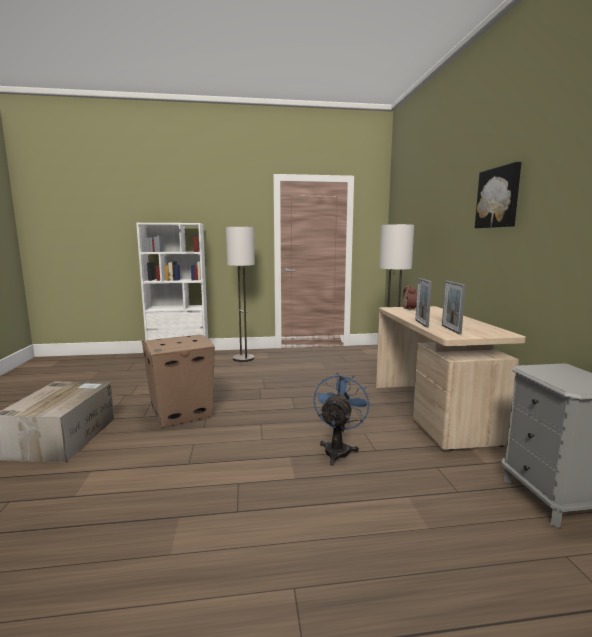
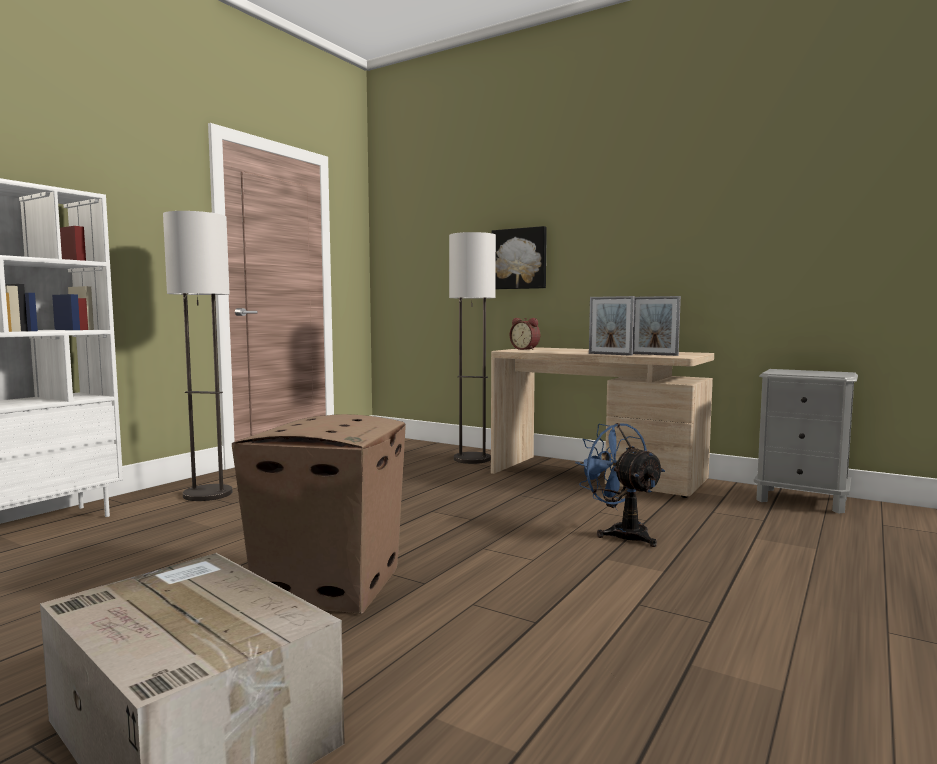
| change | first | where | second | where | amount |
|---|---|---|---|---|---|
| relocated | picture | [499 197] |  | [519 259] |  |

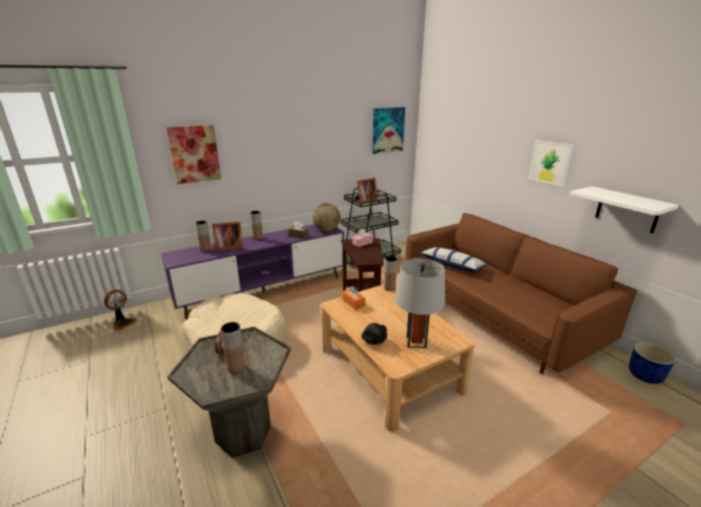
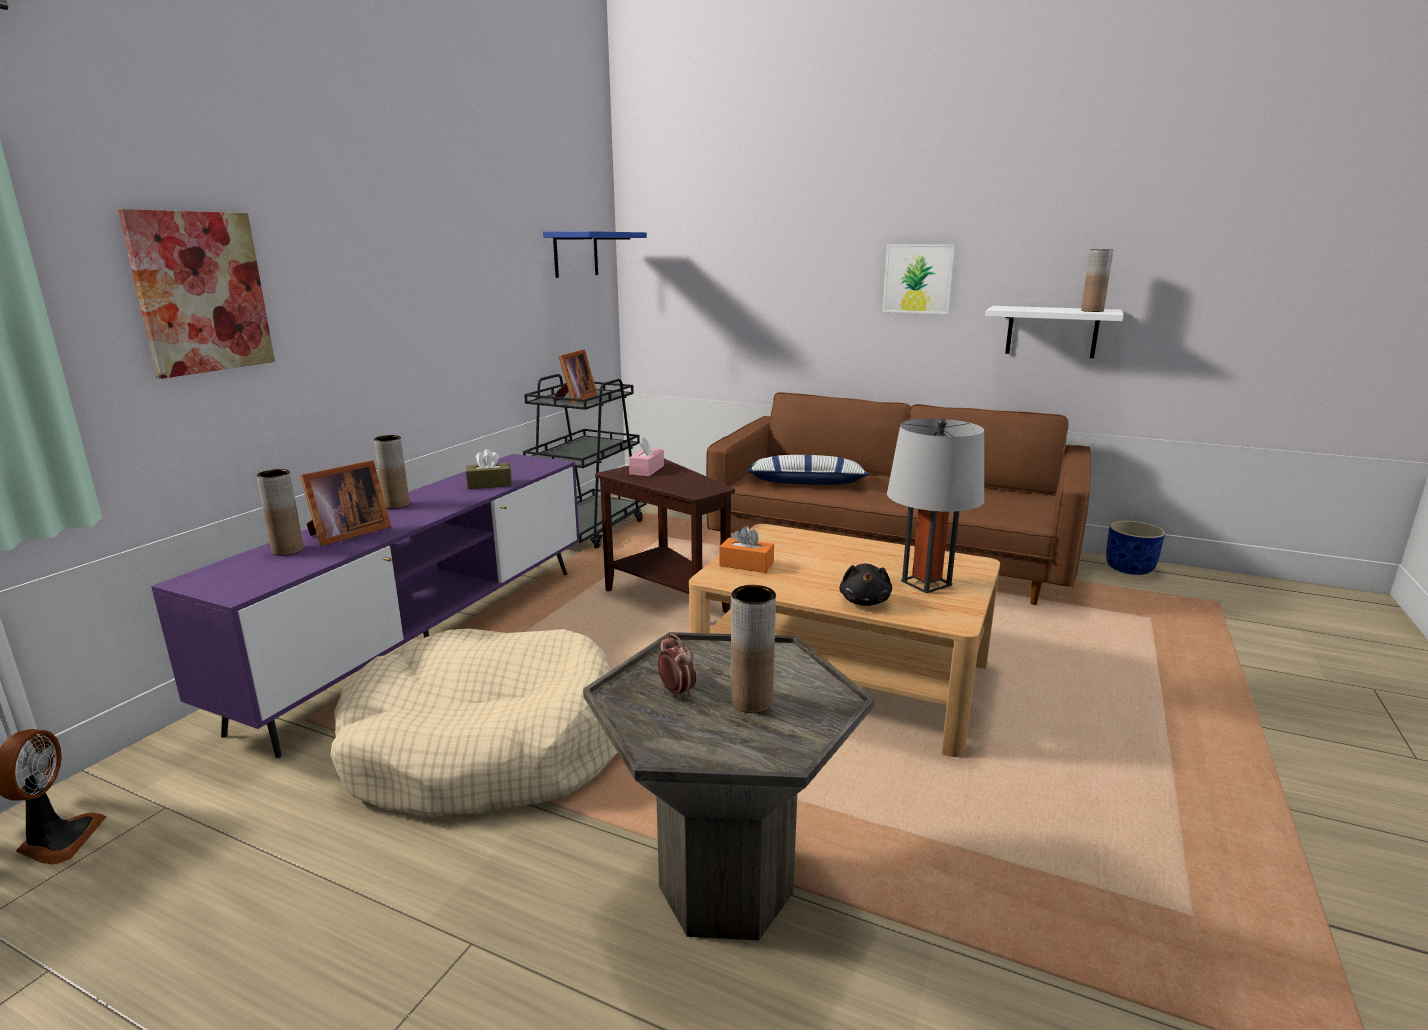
| change | first | where | second | where | amount |
|---|---|---|---|---|---|
| exchanged | picture | [387 130] | shelf/blue | [575 254] |  |
| missing | globe | [327 230] |  |  |  |
| relocated | vase/brown | [389 288] |  | [1092 311] |  |
| spun | plush toy/black | [374 340] |  | [865 601] | 60 degrees clockwise |

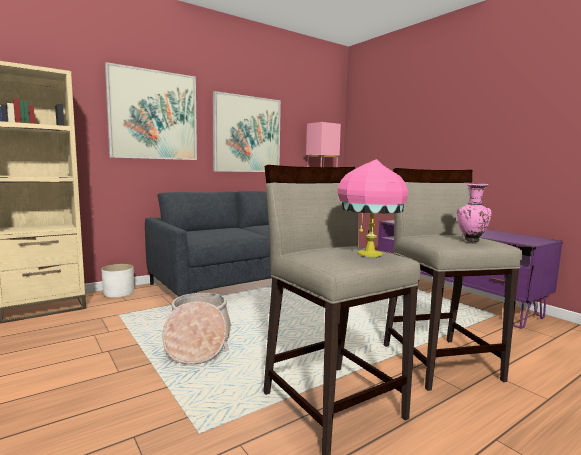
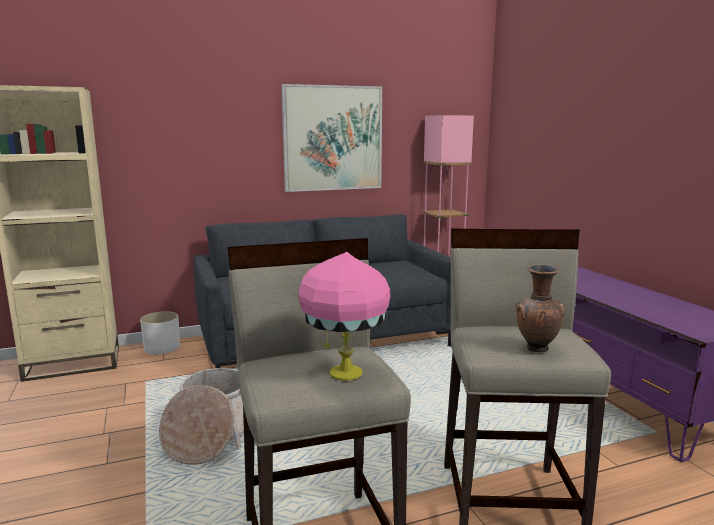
| change | first | where | second | where | amount |
|---|---|---|---|---|---|
| missing | picture | [153 115] |  |  |  |
| colour | vase/pink | [471 241] | vase/brown | [536 349] |  |

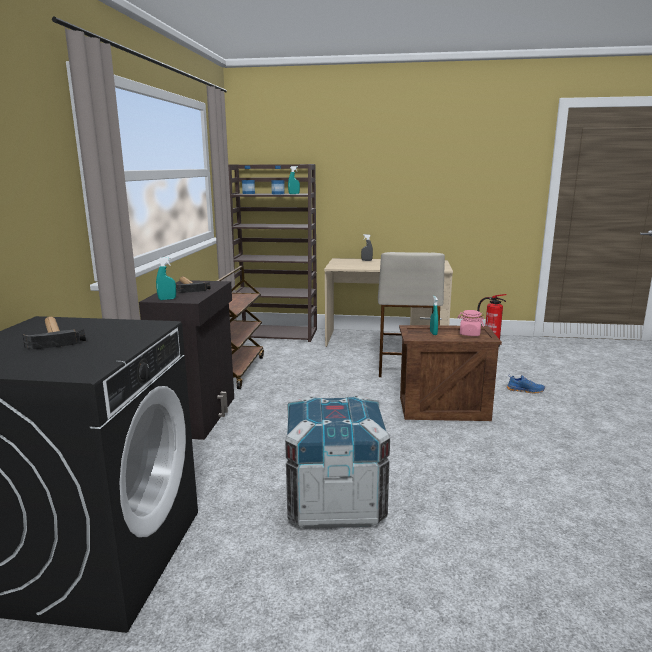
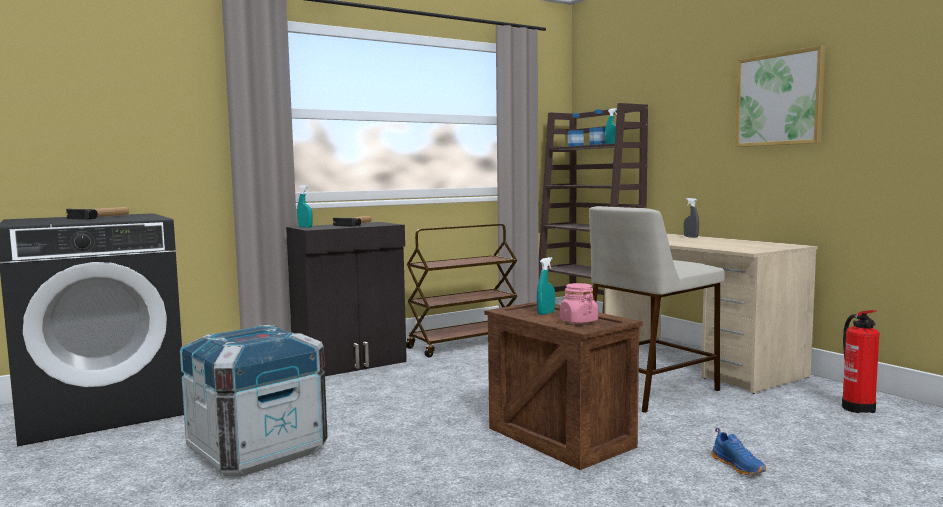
| change | first | where | second | where | amount |
|---|---|---|---|---|---|
| appeared |  |  | picture | [779 99] |  |

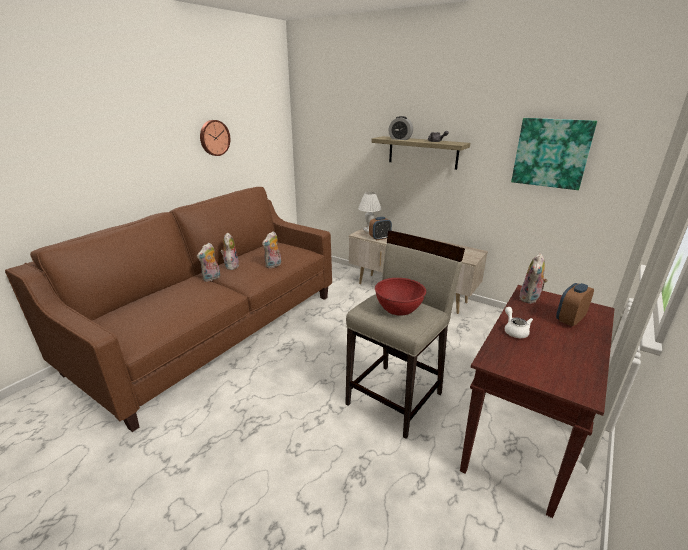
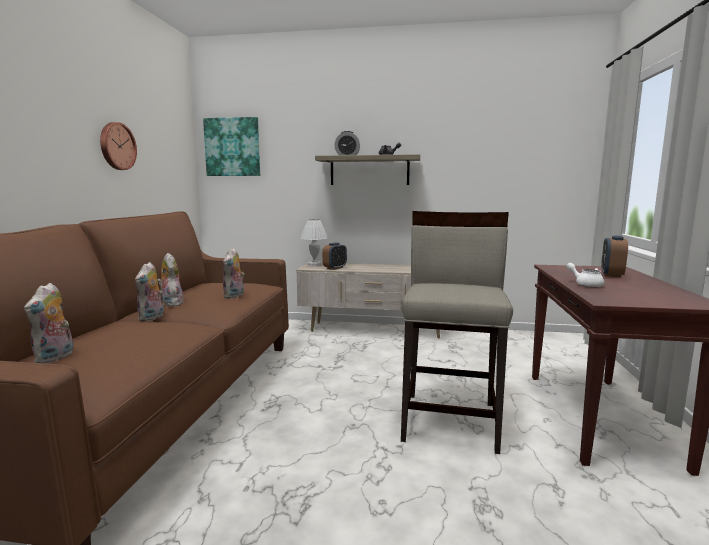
| change | first | where | second | where | amount |
|---|---|---|---|---|---|
| relocated | picture | [551 153] |  | [232 147] |  |
| relocated | plush toy | [530 299] |  | [55 358] |  |
| missing | bowl/red | [398 308] |  |  |  |

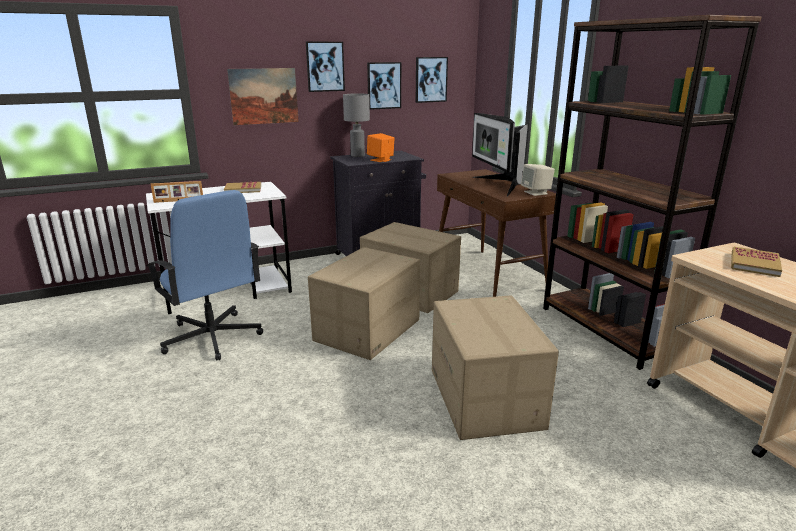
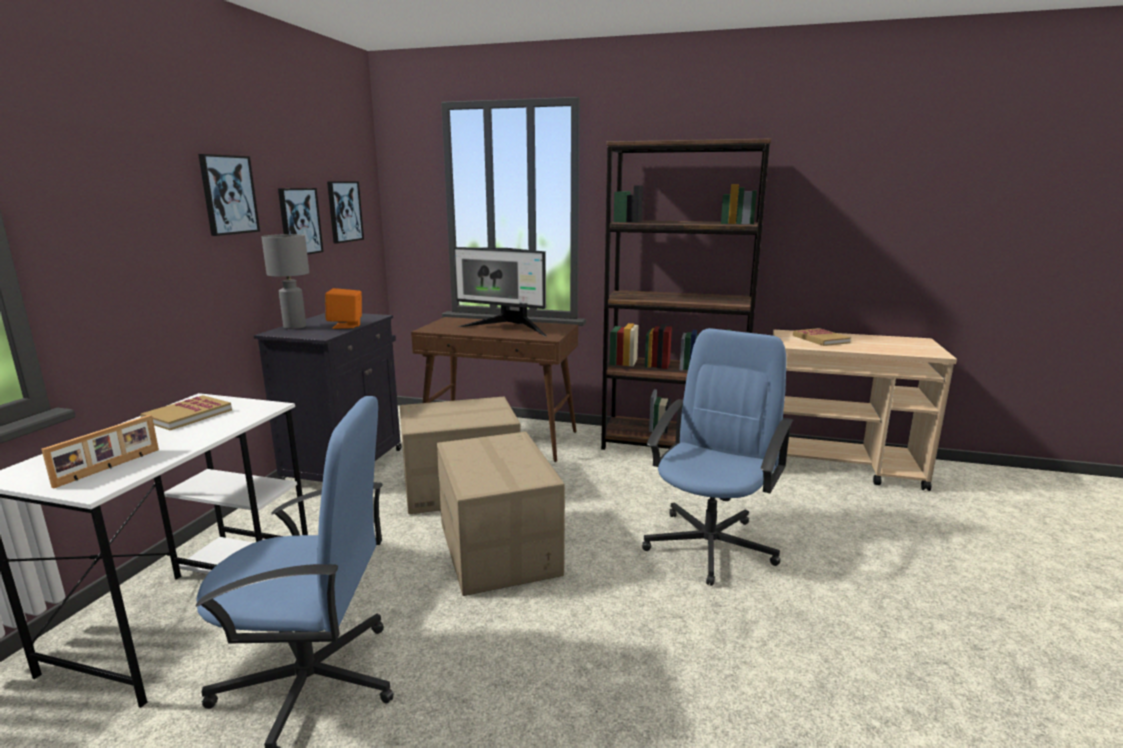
| change | first | where | second | where | amount |
|---|---|---|---|---|---|
| missing | picture | [264 96] |  |  |  |
| missing | speaker/beige | [536 193] |  |  |  |
| exchanged | cardboard box | [486 398] | office chair/blue | [710 545] |  |

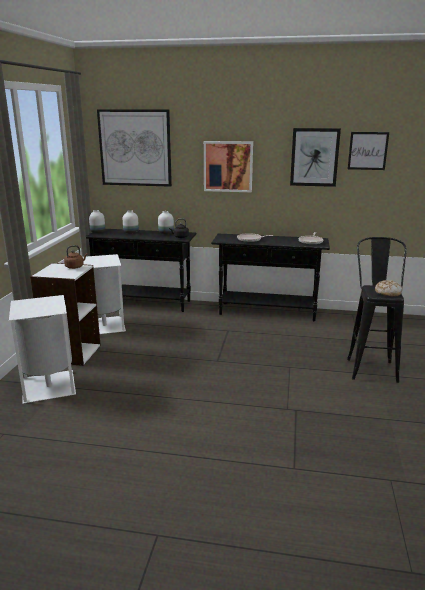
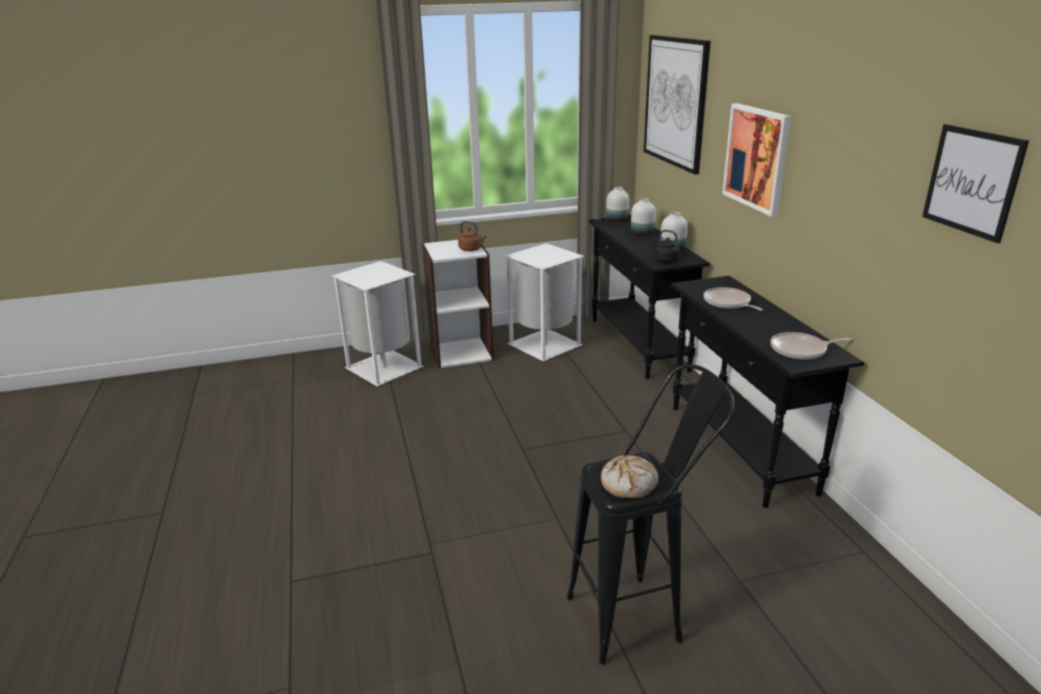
| change | first | where | second | where | amount |
|---|---|---|---|---|---|
| missing | picture | [314 157] |  |  |  |

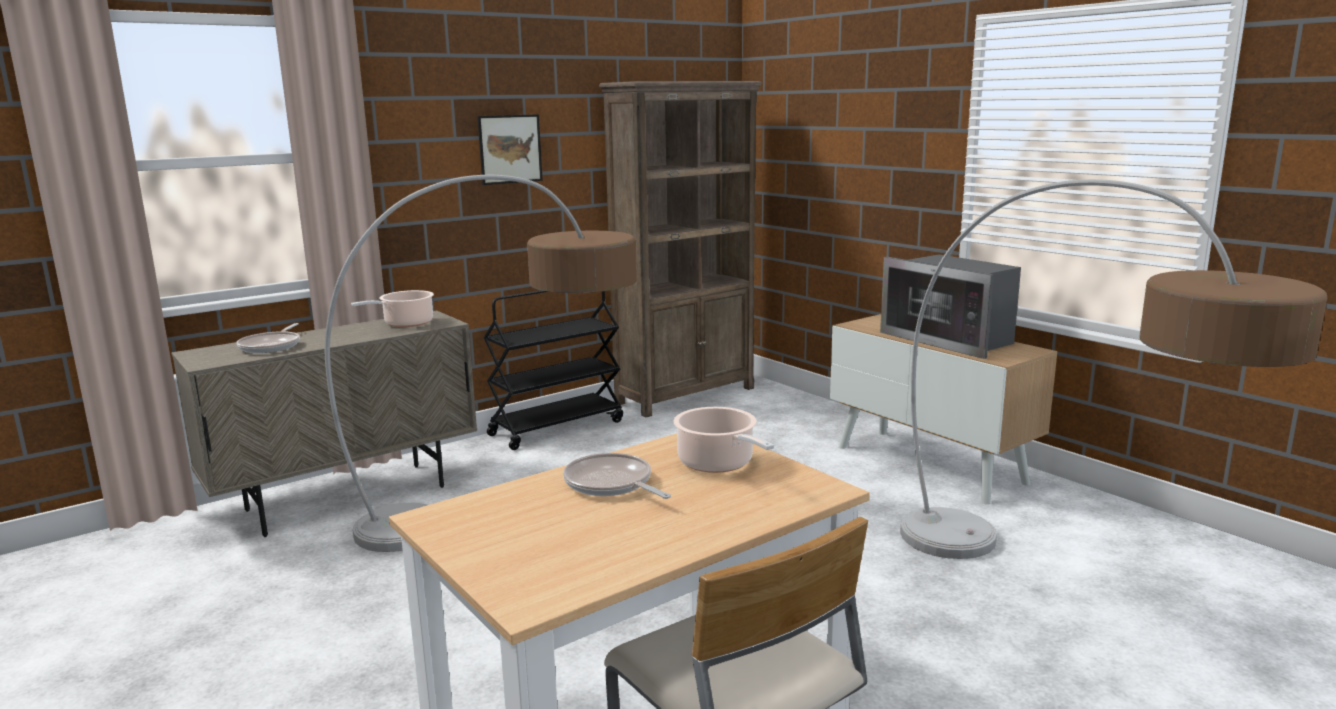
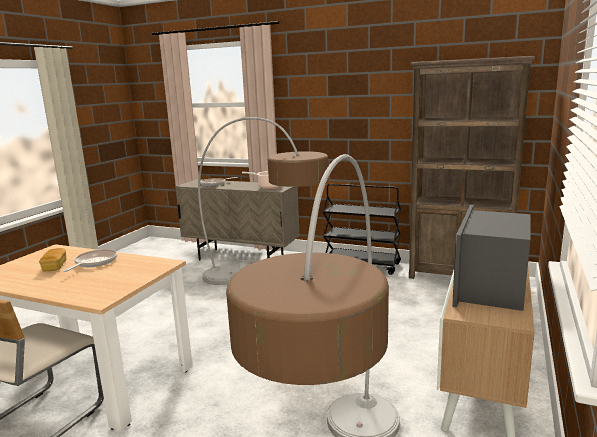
| change | first | where | second | where | amount |
|---|---|---|---|---|---|
| missing | picture | [510 149] |  |  |  |
| missing | cooking pot | [718 464] |  |  |  |
| appeared |  |  | bread | [55 267] |  |

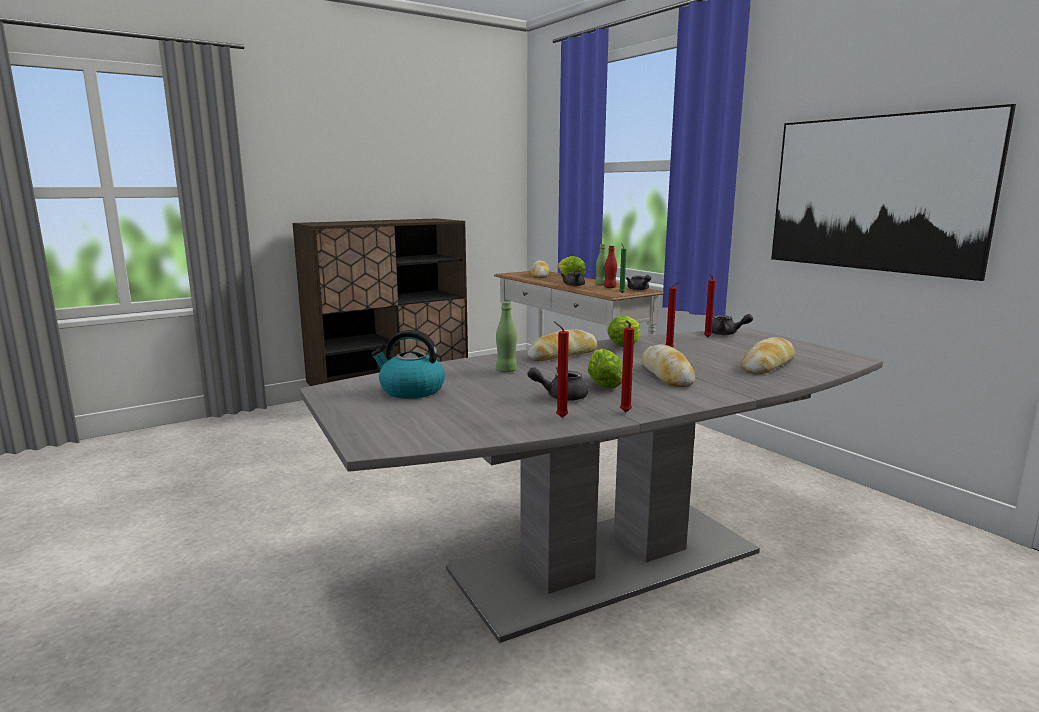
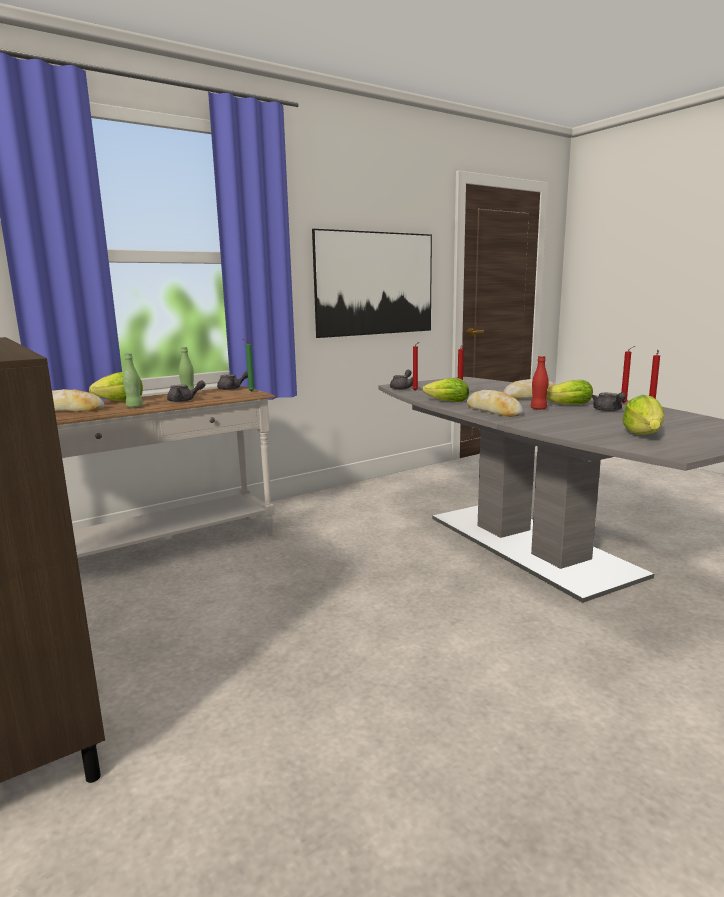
| change | first | where | second | where | amount |
|---|---|---|---|---|---|
| relocated | bottle/red | [610 287] |  | [538 409] |  |
| relocated | bottle/green | [506 370] |  | [134 407] |  |
| exchanged | kettle | [411 390] | lettuce | [643 435] |  |
| missing | bread | [767 365] |  |  |  |

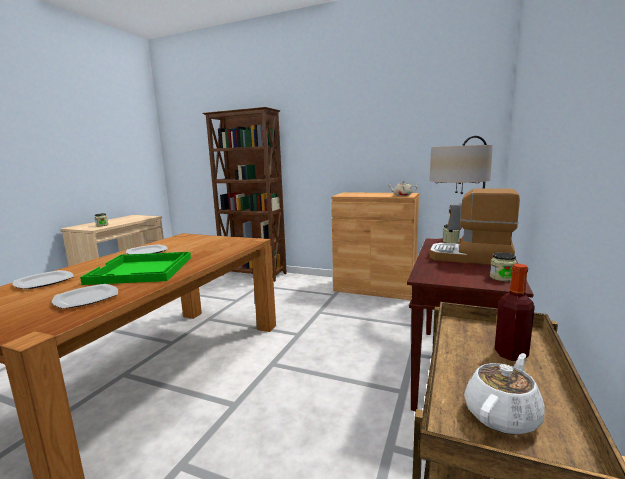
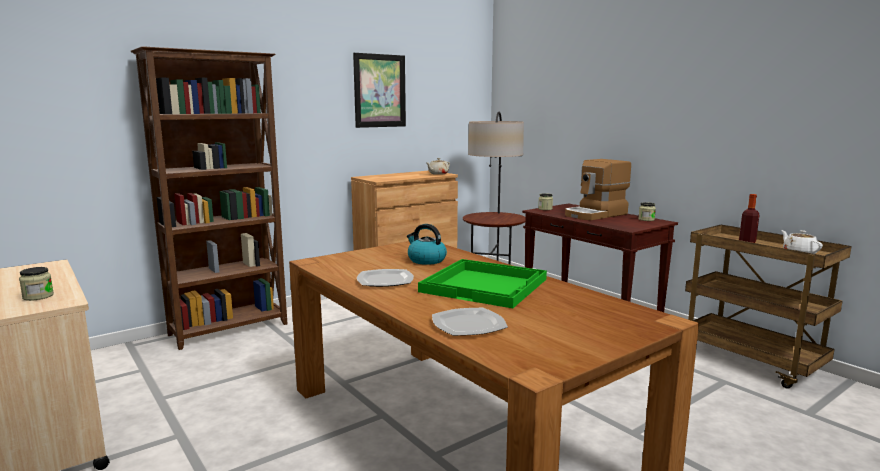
| change | first | where | second | where | amount |
|---|---|---|---|---|---|
| missing | plate | [86 298] |  |  |  |
| appeared |  |  | picture | [380 91] |  |
| appeared |  |  | kettle | [426 260] |  |

